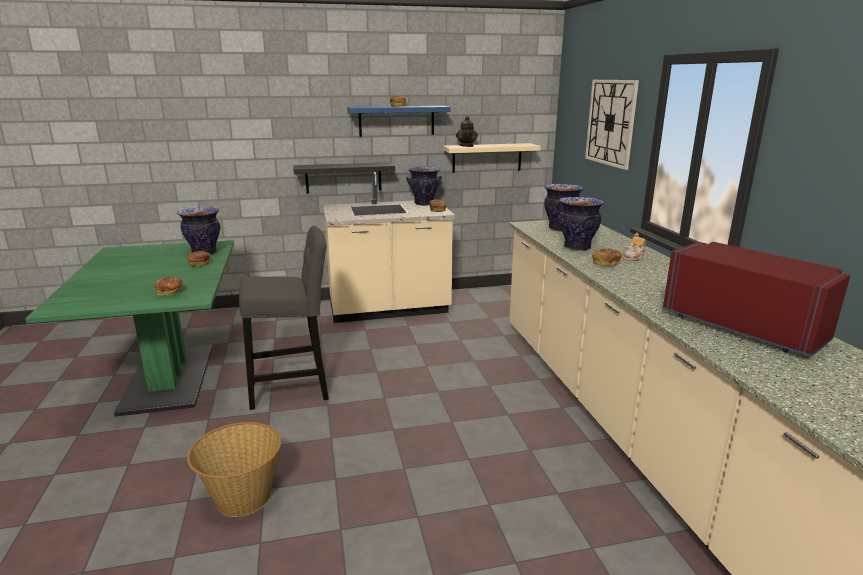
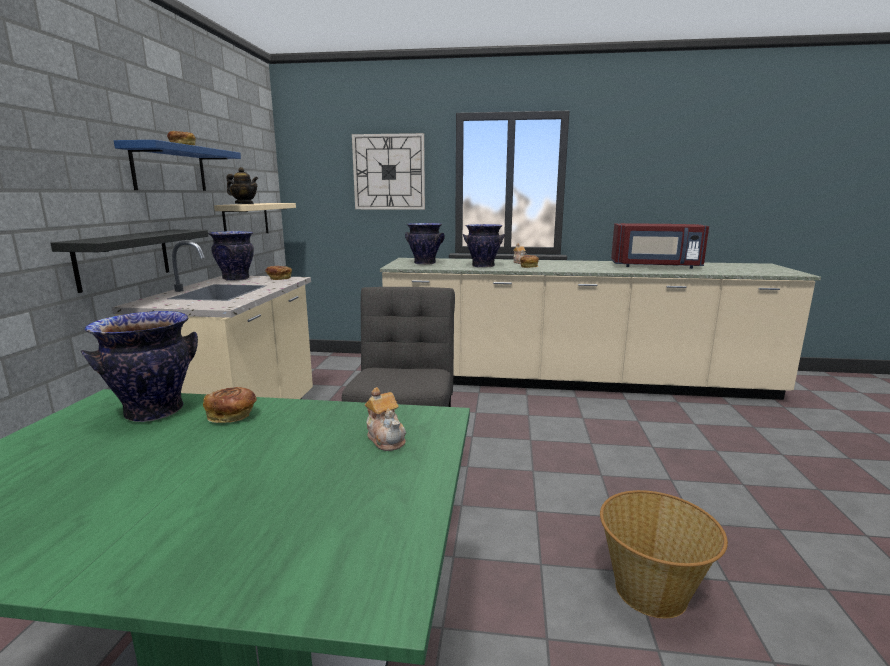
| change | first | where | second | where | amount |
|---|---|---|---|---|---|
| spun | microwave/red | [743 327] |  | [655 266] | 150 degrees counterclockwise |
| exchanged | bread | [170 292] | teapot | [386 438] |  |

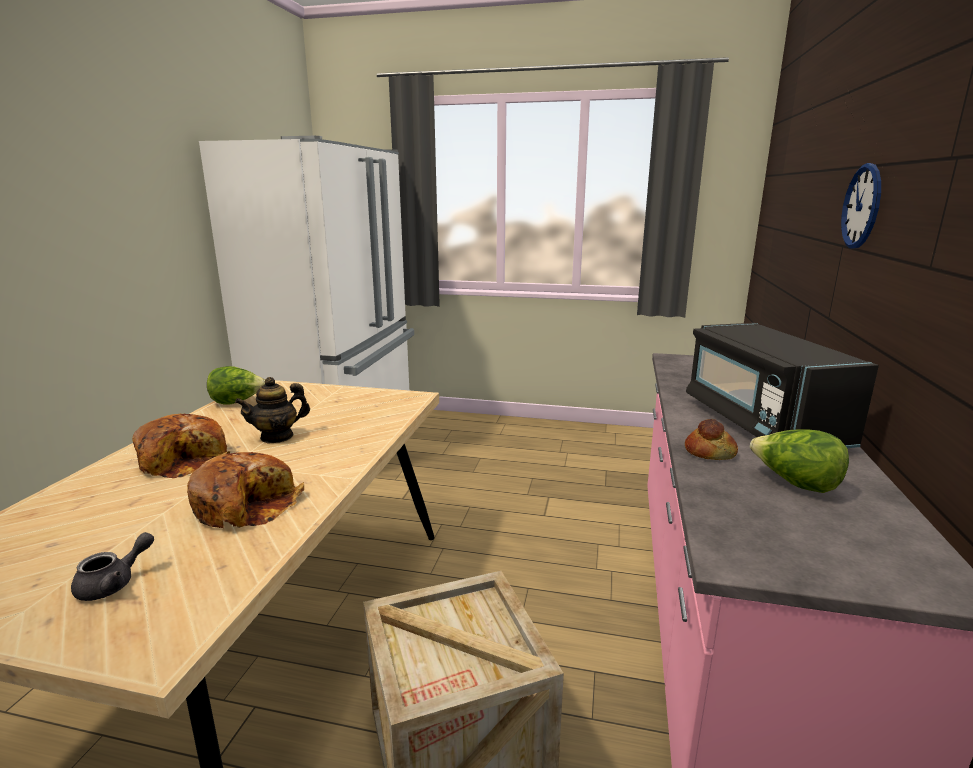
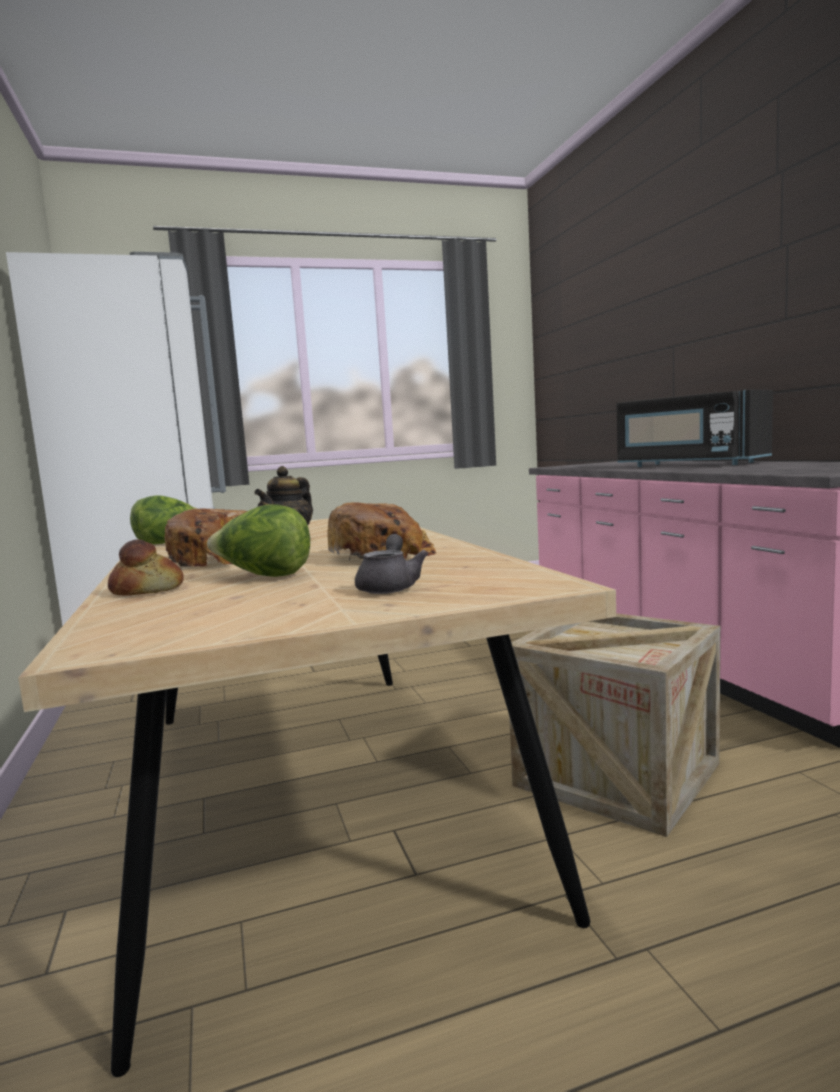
| change | first | where | second | where | amount |
|---|---|---|---|---|---|
| missing | wall clock | [862 206] |  |  |  |
| relocated | bread | [710 452] |  | [148 590] |  |
| relocated | lettuce | [795 484] |  | [264 576] |  |

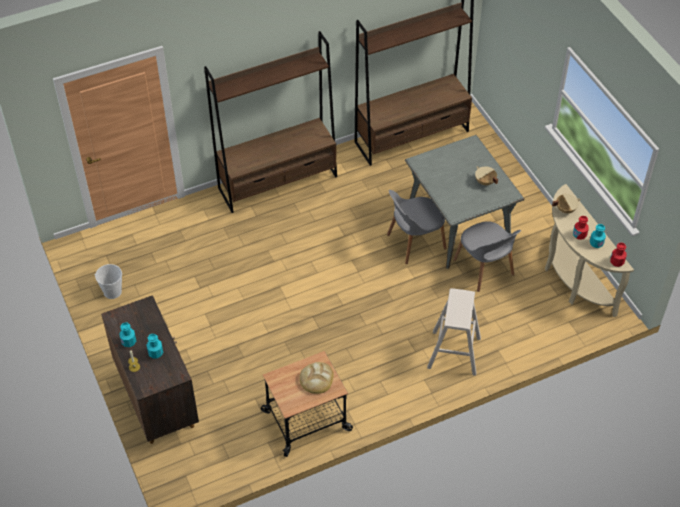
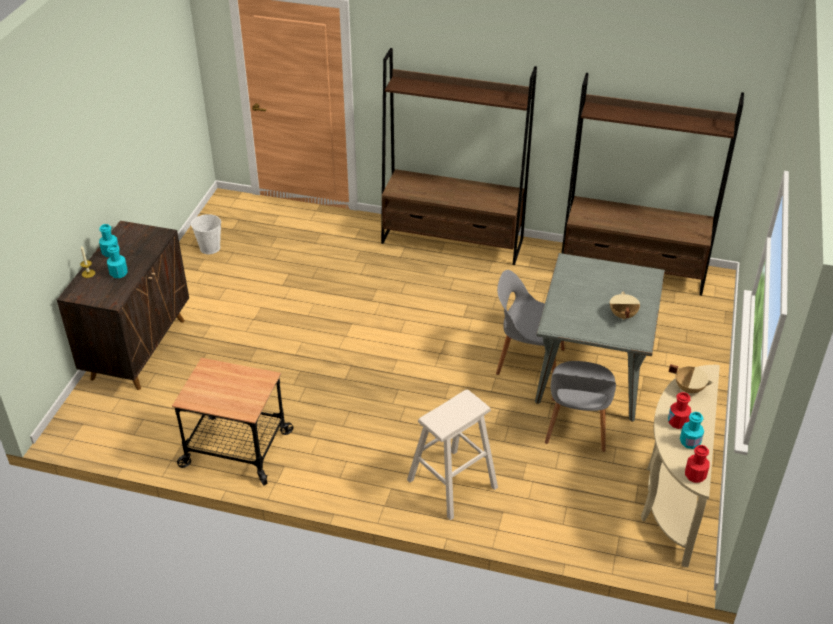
| change | first | where | second | where | amount |
|---|---|---|---|---|---|
| missing | bread | [316 379] |  |  |  |

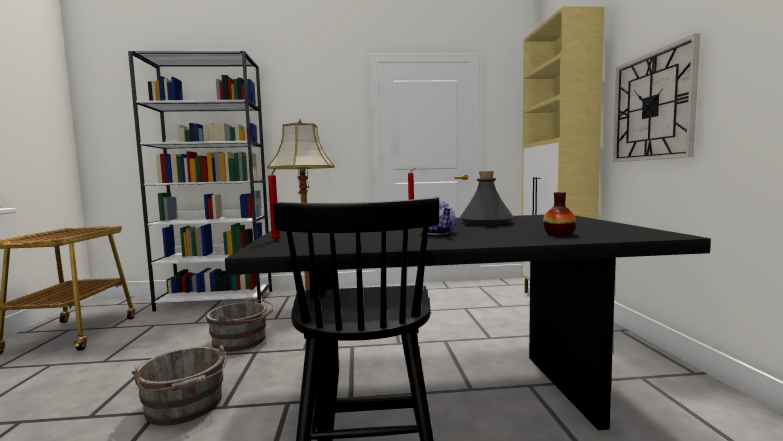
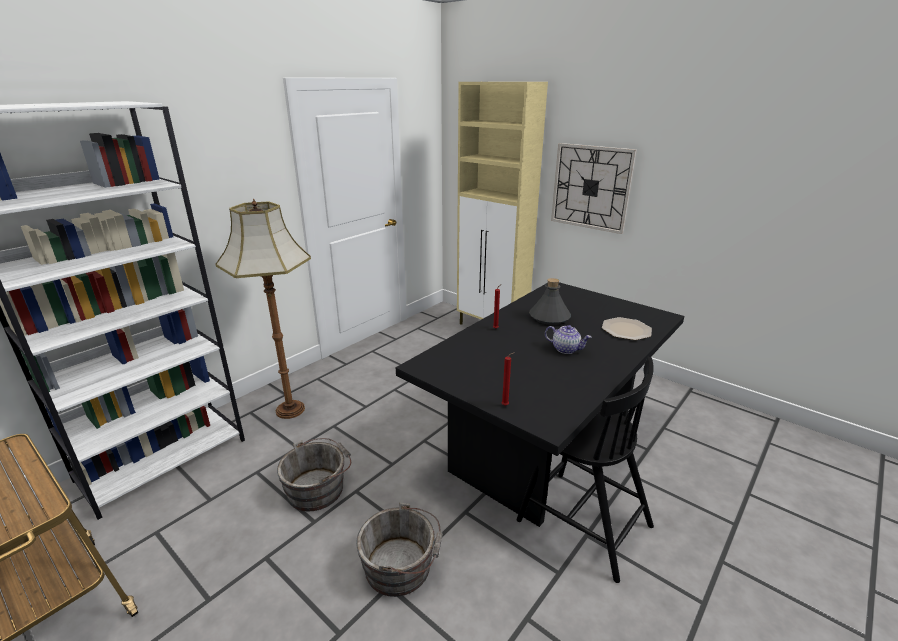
| change | first | where | second | where | amount |
|---|---|---|---|---|---|
| exchanged | vase | [559 234] | plate | [626 330] |  |

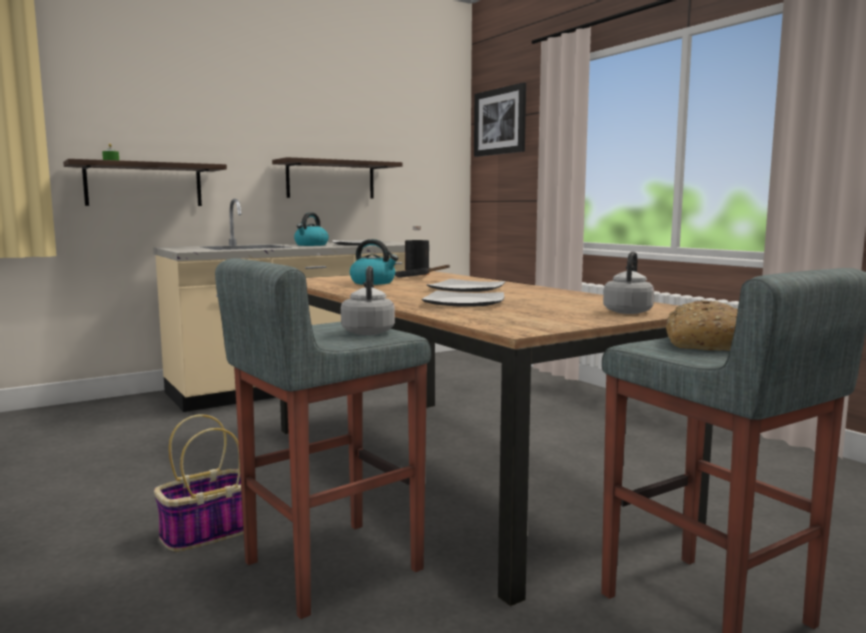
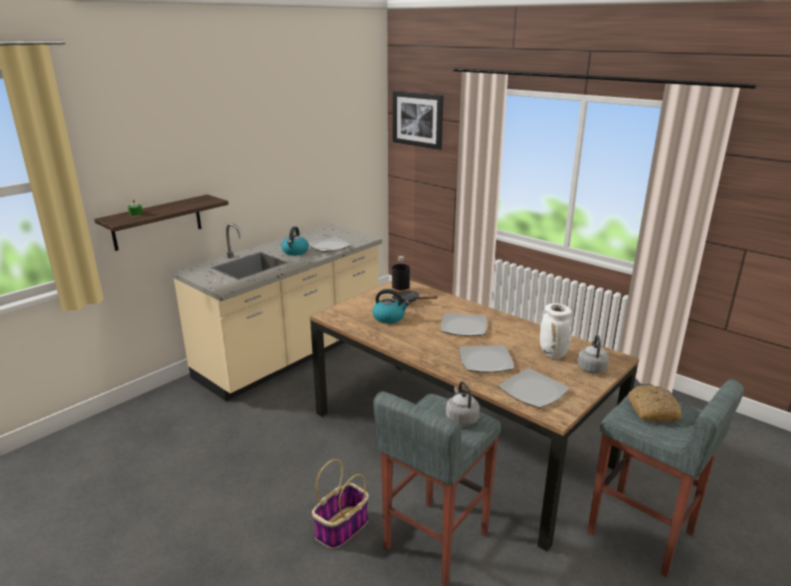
| change | first | where | second | where | amount |
|---|---|---|---|---|---|
| missing | shelf | [331 180] |  |  |  |
| appeared |  |  | vase/white | [553 355] |  |
| appeared |  |  | plate | [533 391] |  |

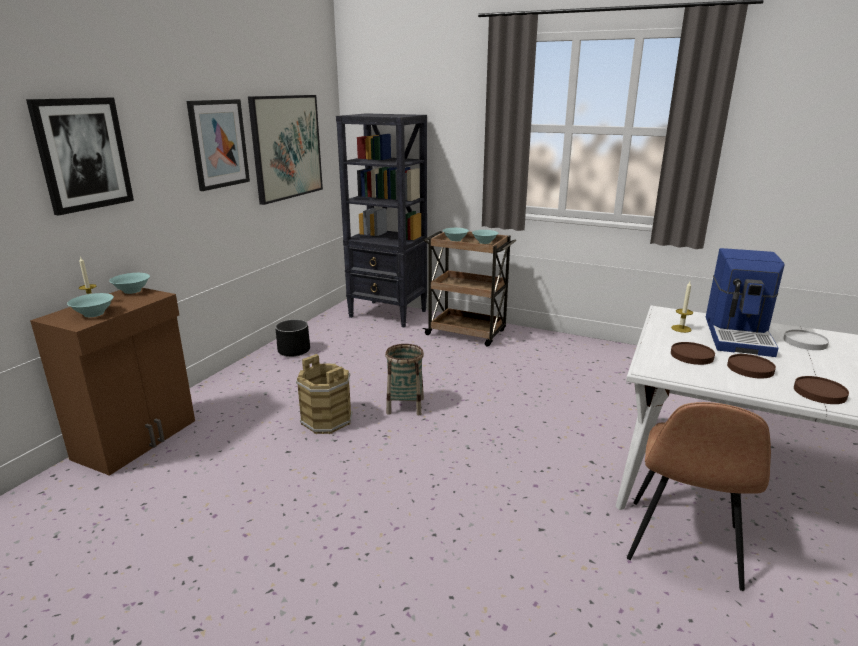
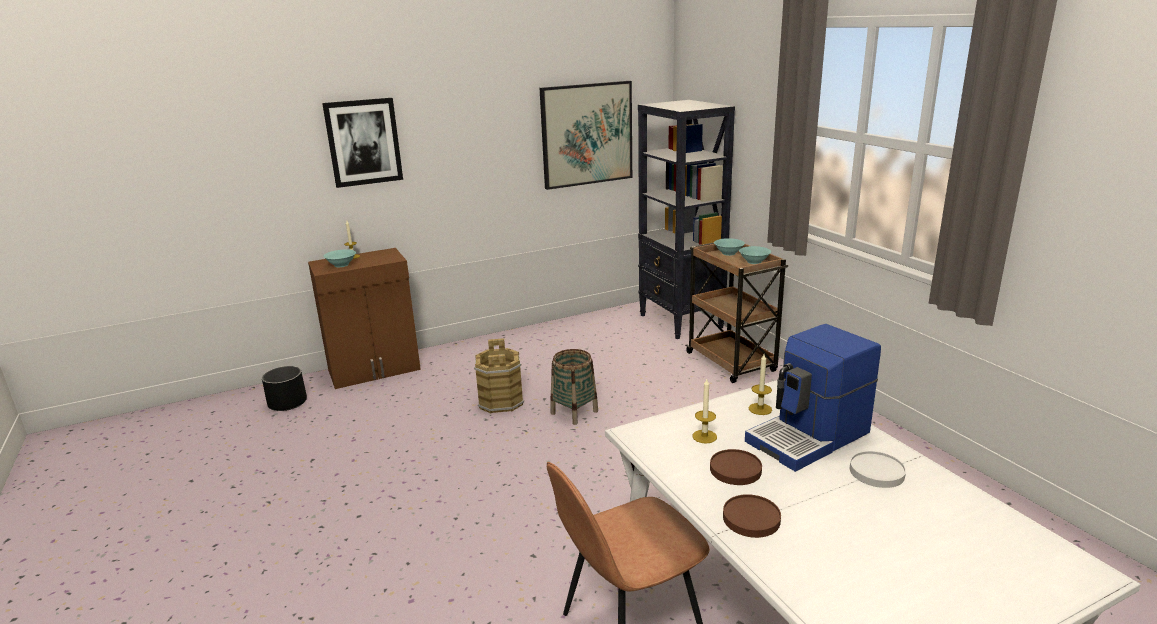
| change | first | where | second | where | amount |
|---|---|---|---|---|---|
| missing | picture | [218 144] |  |  |  |
| missing | bowl/turquoise | [132 291] |  |  |  |
| relocated | planter/black | [294 350] |  | [288 402] |  |
| exchanged | plate/brown | [691 356] | candle | [704 436] |  |

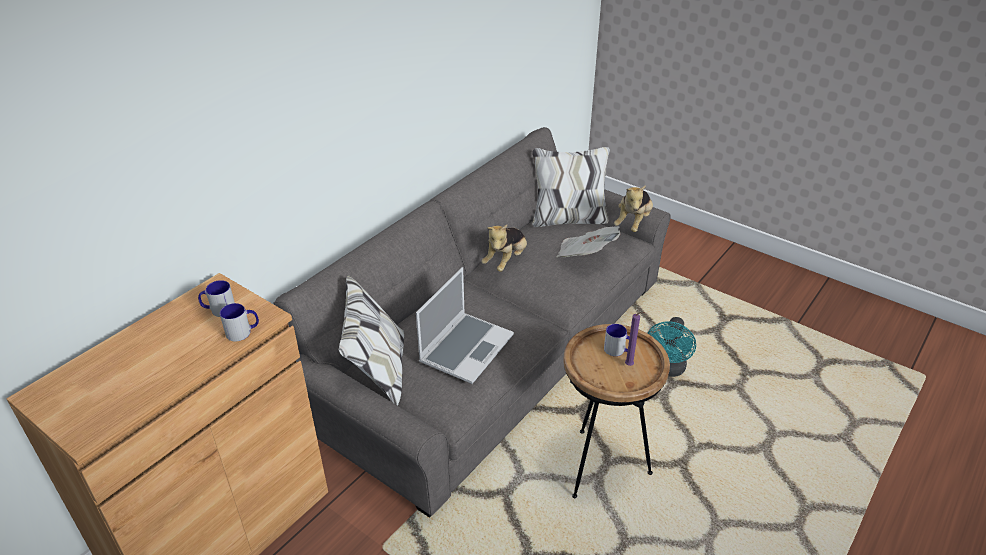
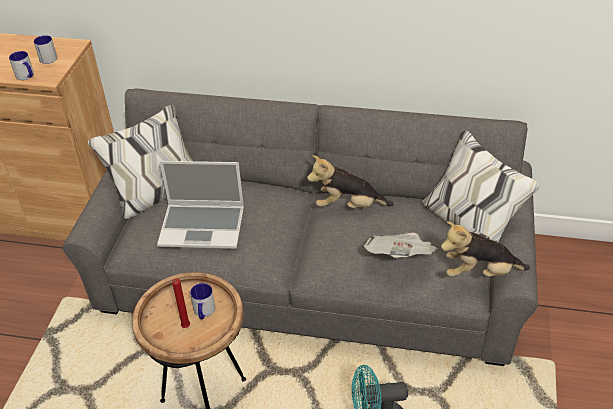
| change | first | where | second | where | amount |
|---|---|---|---|---|---|
| colour | candle/purple | [630 365] | candle/red | [185 328] |  |

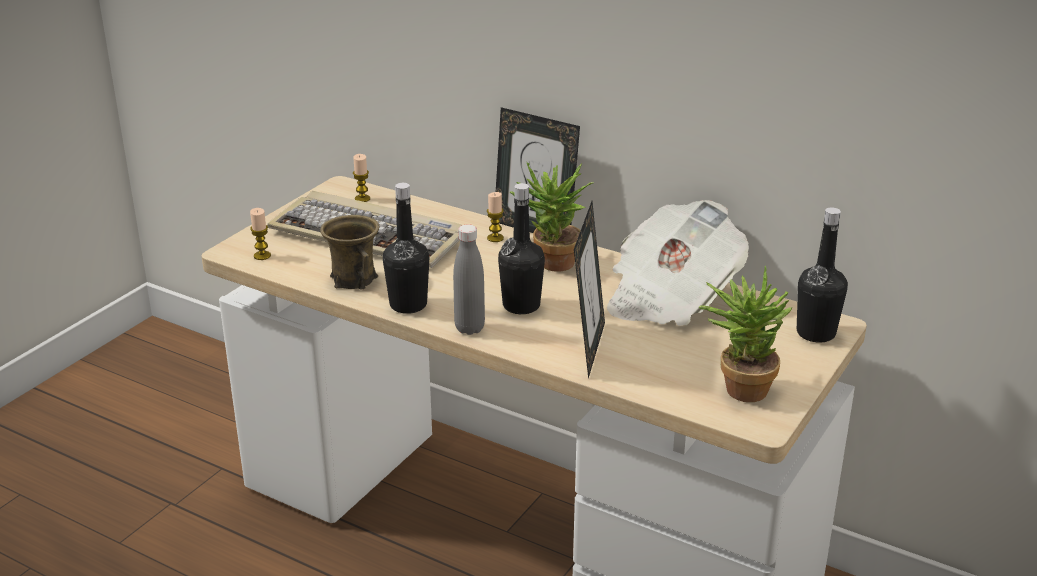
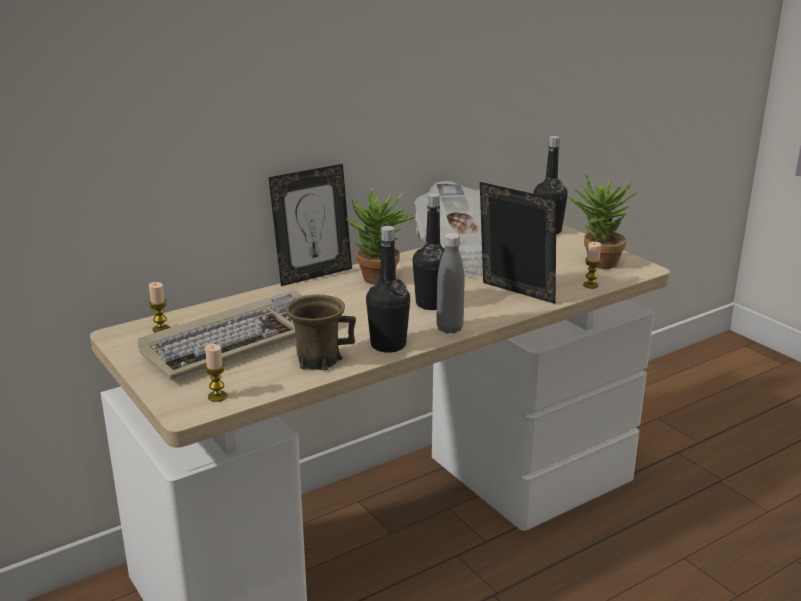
| change | first | where | second | where | amount |
|---|---|---|---|---|---|
| relocated | candle | [495 238] |  | [590 285] |  |

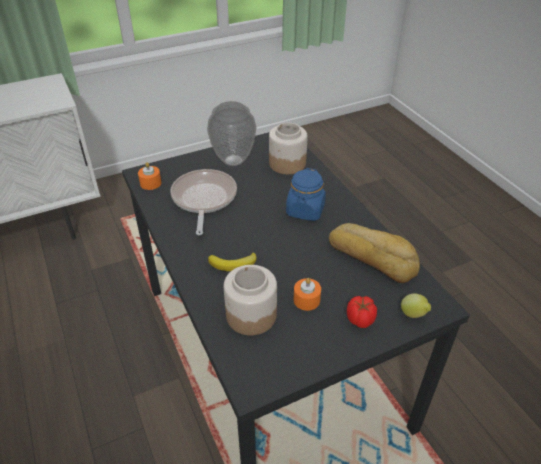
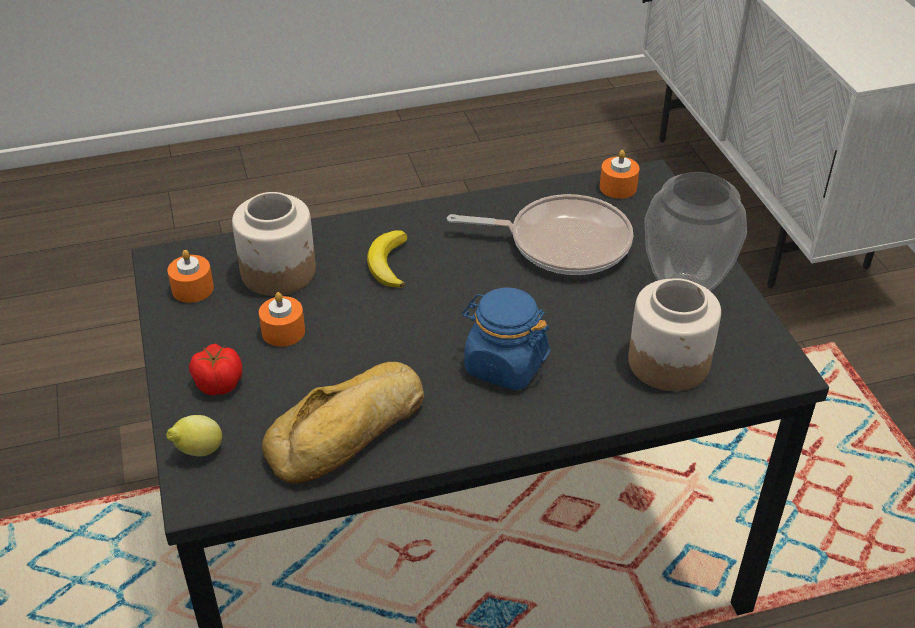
| change | first | where | second | where | amount |
|---|---|---|---|---|---|
| appeared |  |  | candle/orange | [192 289] |  |

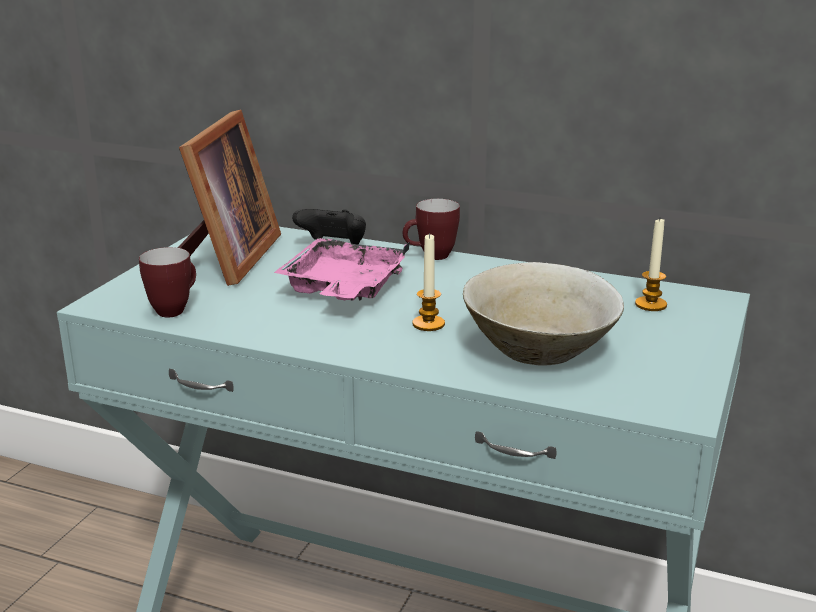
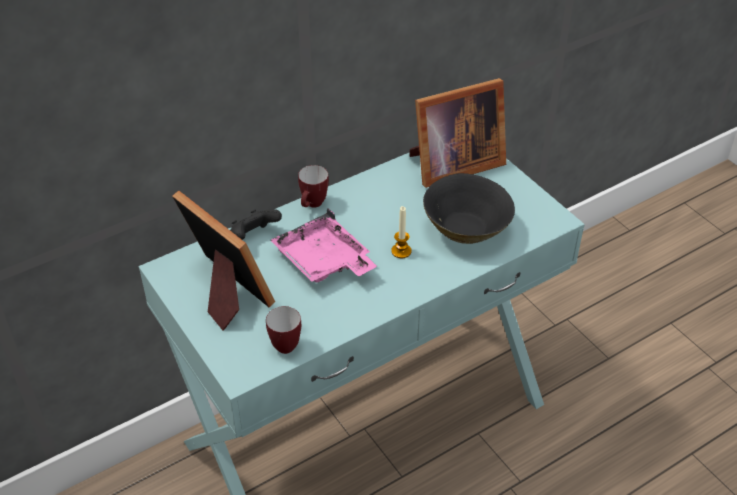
| change | first | where | second | where | amount |
|---|---|---|---|---|---|
| exchanged | candle | [650 304] | picture frame | [452 165] |  |
| colour | bowl/beige | [539 351] | bowl/black | [466 230] |  |

